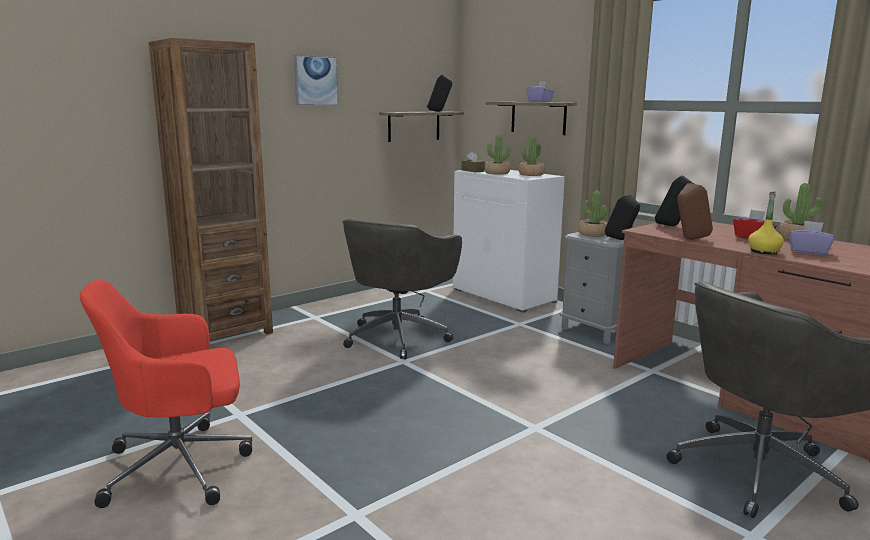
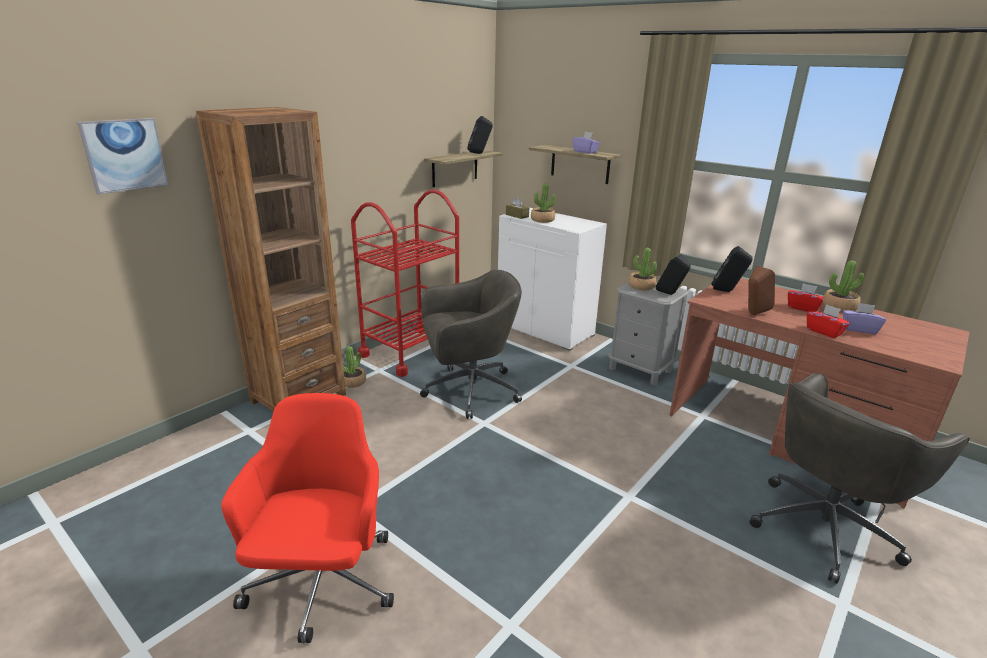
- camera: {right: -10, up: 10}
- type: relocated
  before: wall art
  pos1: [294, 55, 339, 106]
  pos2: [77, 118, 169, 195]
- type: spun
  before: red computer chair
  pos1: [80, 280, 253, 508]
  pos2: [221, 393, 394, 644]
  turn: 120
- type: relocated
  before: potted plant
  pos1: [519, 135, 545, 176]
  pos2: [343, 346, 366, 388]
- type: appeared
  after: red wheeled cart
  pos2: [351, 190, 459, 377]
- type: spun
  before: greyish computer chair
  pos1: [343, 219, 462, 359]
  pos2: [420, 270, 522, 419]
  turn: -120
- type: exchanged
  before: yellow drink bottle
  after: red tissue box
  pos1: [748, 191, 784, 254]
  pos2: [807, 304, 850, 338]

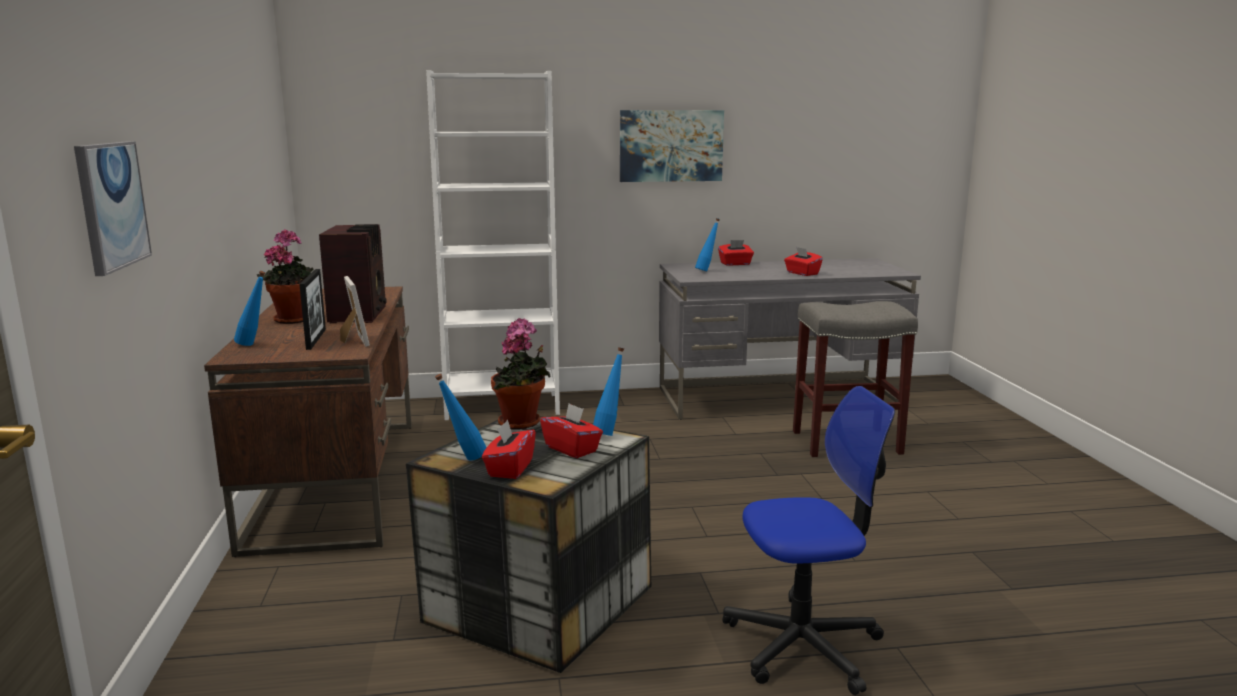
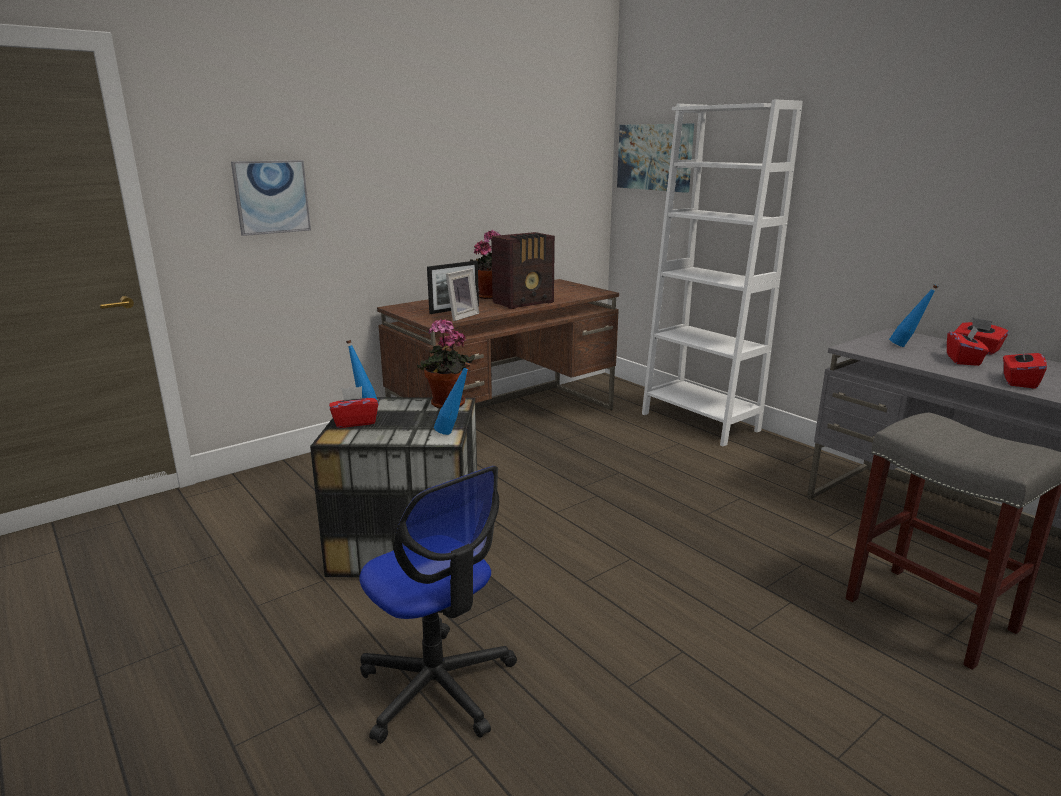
- camera: {right: 60, up: 5}
- type: relocated
  before: wall art
  pos1: [620, 110, 724, 182]
  pos2: [617, 124, 694, 193]
- type: relocated
  before: red tissue box
  pos1: [540, 403, 603, 458]
  pos2: [947, 327, 989, 366]
- type: missing
  before: blue-coloured drink bottle
  pos1: [234, 271, 265, 346]

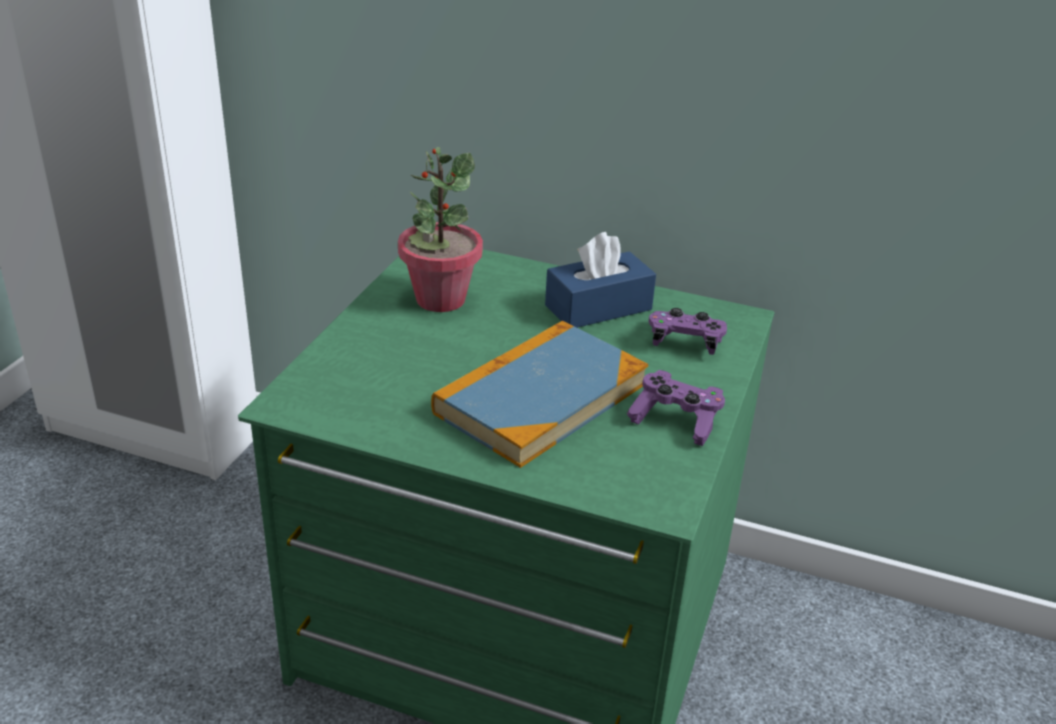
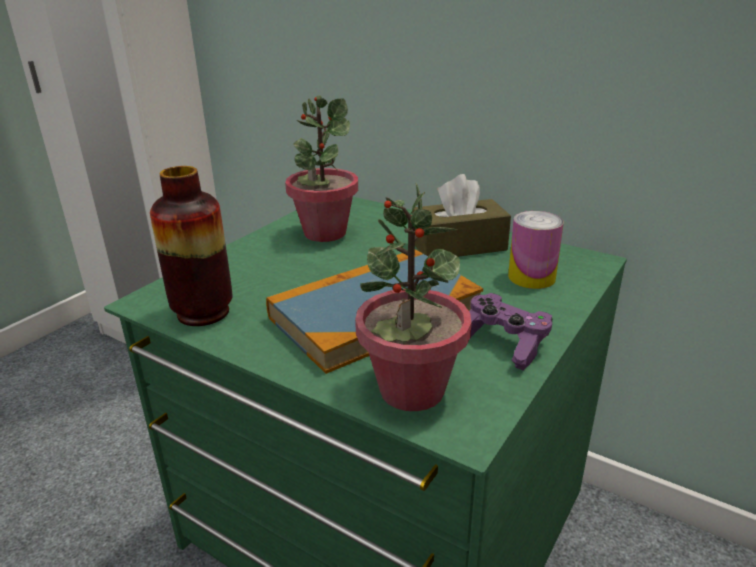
- camera: {right: 15, up: -5}
- type: appeared
  after: decorative vase
  pos2: [150, 166, 233, 326]
- type: appeared
  after: potted plant
  pos2: [355, 183, 471, 411]
- type: colour
  before: blue-coloured tissue box
  after: brownish tissue box
  pos1: [545, 232, 656, 328]
  pos2: [412, 174, 511, 257]
- type: exchanged
  before: purple-coloured game controller
  after: sealed can
  pos1: [648, 308, 727, 355]
  pos2: [508, 211, 564, 289]

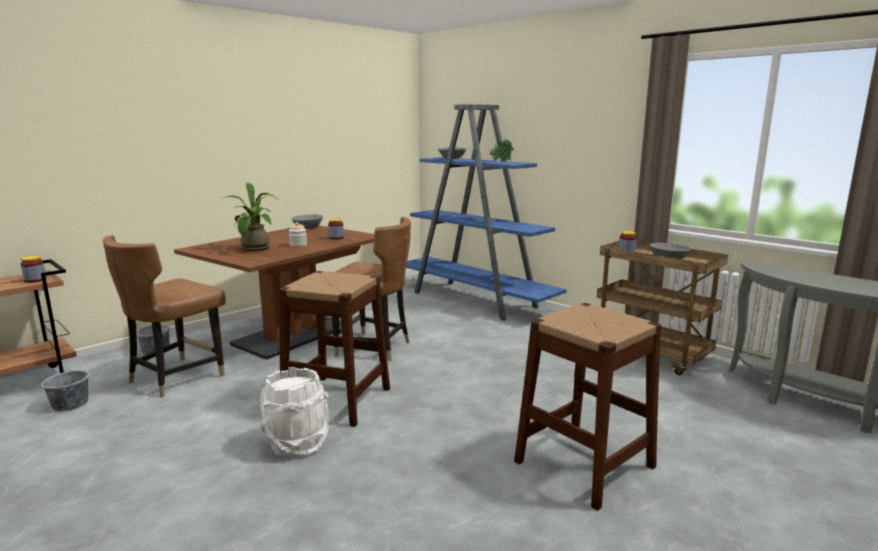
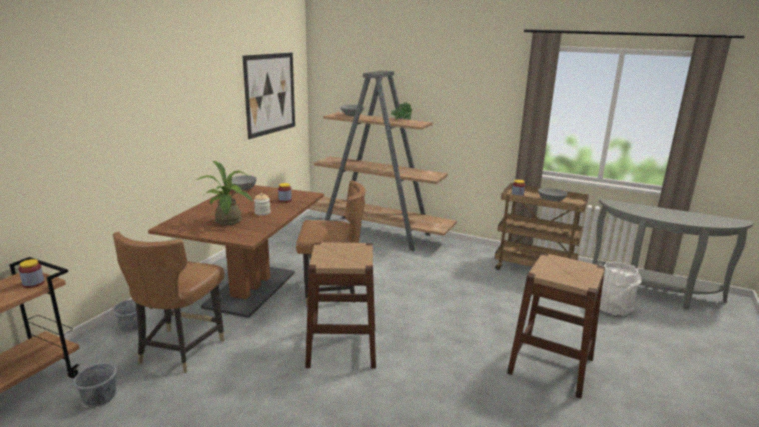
- camera: {right: -20, up: 5}
- type: appeared
  after: wall art
  pos2: [243, 53, 295, 139]
- type: colour
  before: blue-coloured shelving unit
  after: brownish shelving unit
  pos1: [406, 104, 567, 321]
  pos2: [308, 71, 457, 251]
- type: relocated
  before: white pail
  pos1: [260, 367, 329, 458]
  pos2: [600, 261, 642, 316]

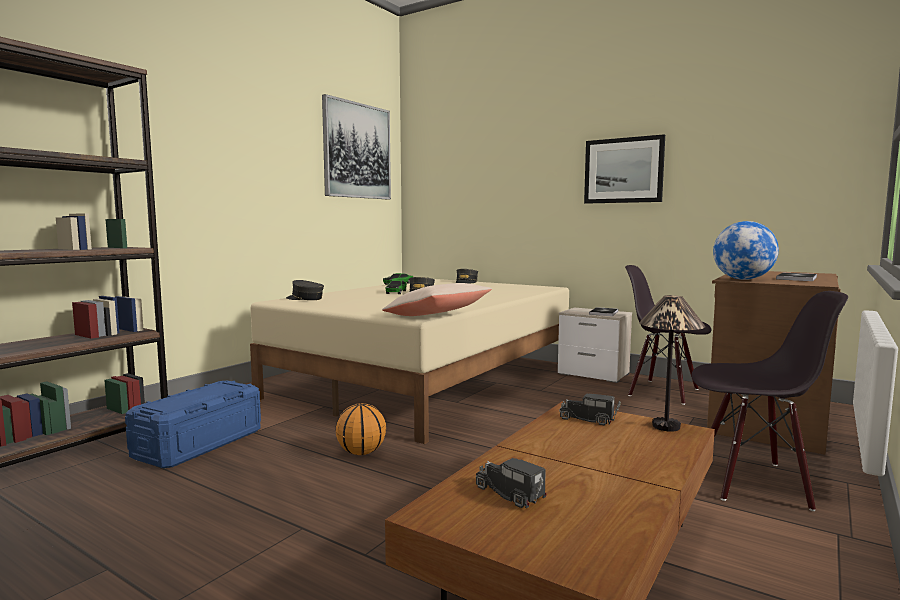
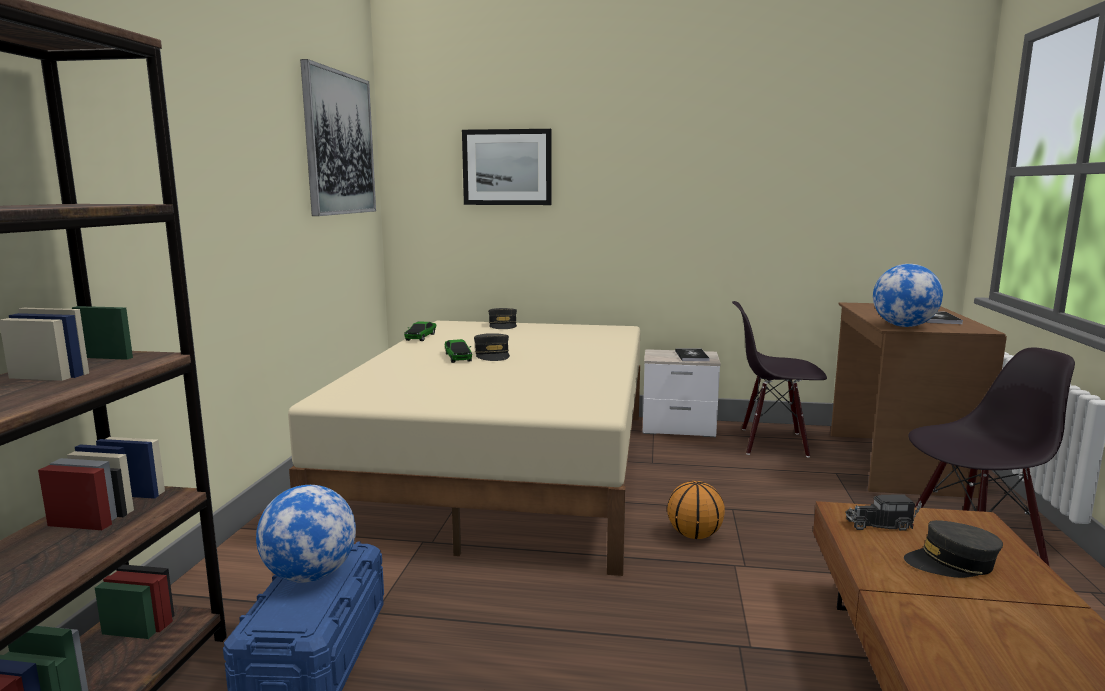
- camera: {right: -25, up: 5}
- type: appeared
  after: desk globe
  pos2: [256, 485, 356, 583]
- type: relocated
  before: wall art
  pos1: [584, 134, 665, 204]
  pos2: [462, 129, 552, 205]
- type: relocated
  before: ball for basketball
  pos1: [336, 403, 386, 455]
  pos2: [667, 481, 725, 539]
- type: relocated
  before: greyish baseball cap
  pos1: [286, 280, 324, 300]
  pos2: [904, 520, 1003, 578]
- type: missing
  before: sand-coloured throw pillow
  pos1: [382, 283, 492, 316]
- type: missing
  before: model truck
  pos1: [475, 458, 547, 509]
- type: missing
  before: lamp for a table
  pos1: [639, 295, 705, 432]

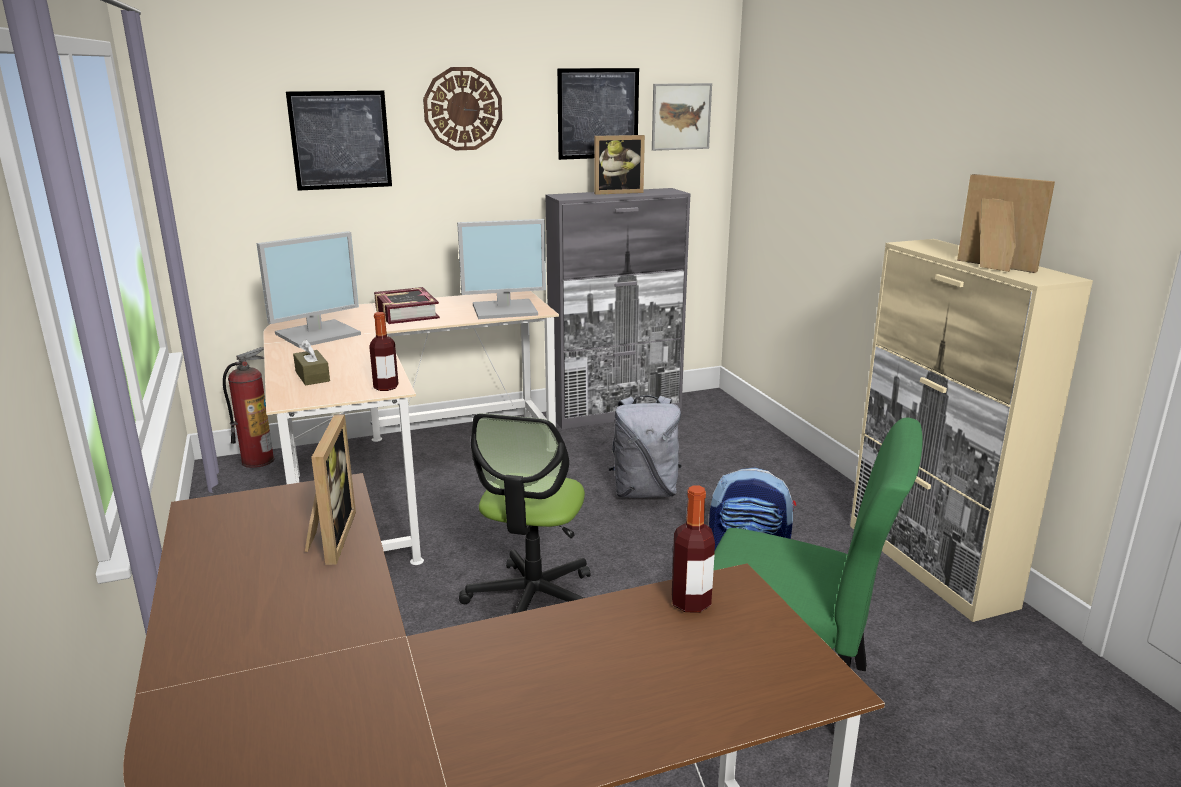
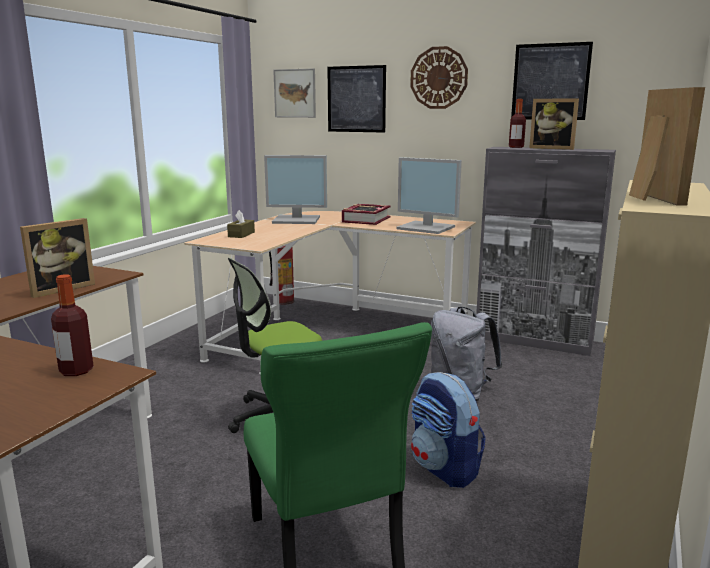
- camera: {right: 45, up: -5}
- type: relocated
  before: wall art
  pos1: [652, 83, 712, 151]
  pos2: [273, 68, 316, 118]
- type: relocated
  before: drink bottle
  pos1: [369, 312, 399, 391]
  pos2: [509, 99, 526, 148]

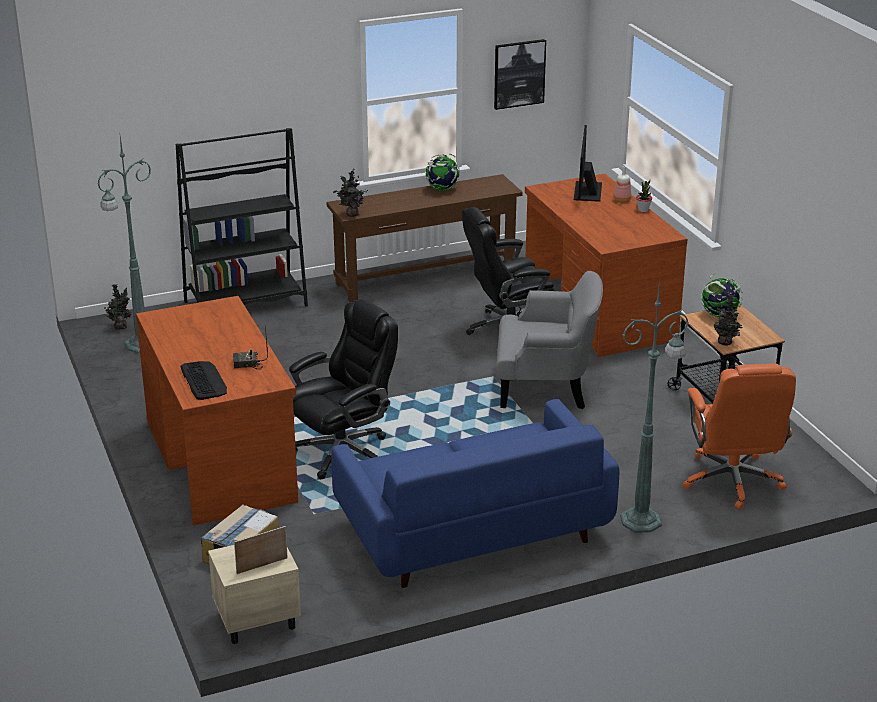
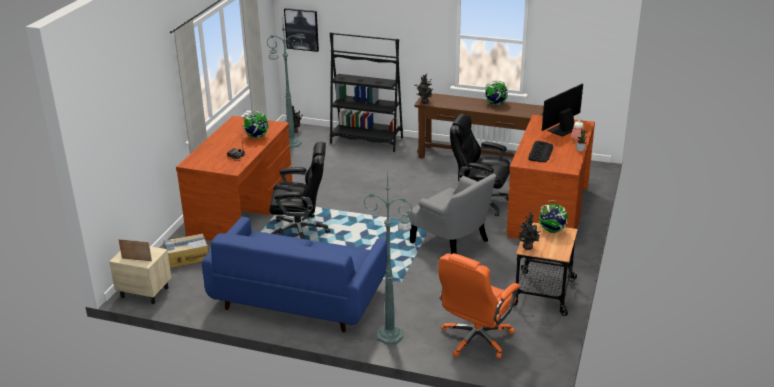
- camera: {right: 40, up: 0}
- type: appeared
  after: desk globe
  pos2: [242, 111, 269, 138]
- type: relocated
  before: wall art
  pos1: [494, 39, 546, 110]
  pos2: [284, 8, 319, 52]
- type: relocated
  before: keyboard
  pos1: [180, 361, 227, 400]
  pos2: [528, 141, 553, 162]

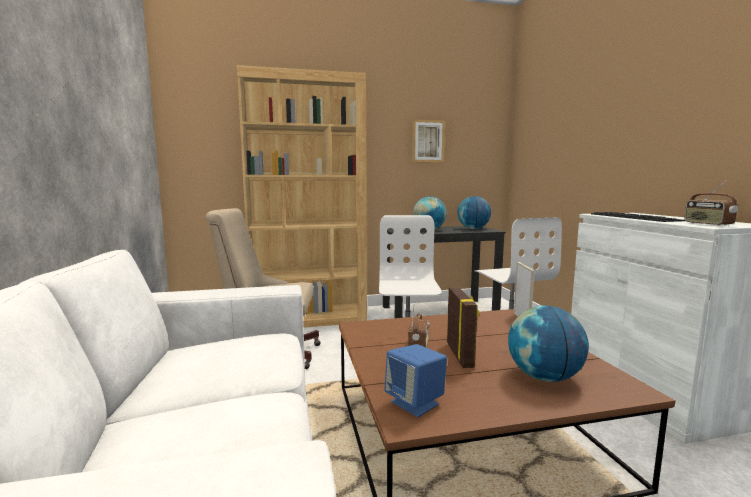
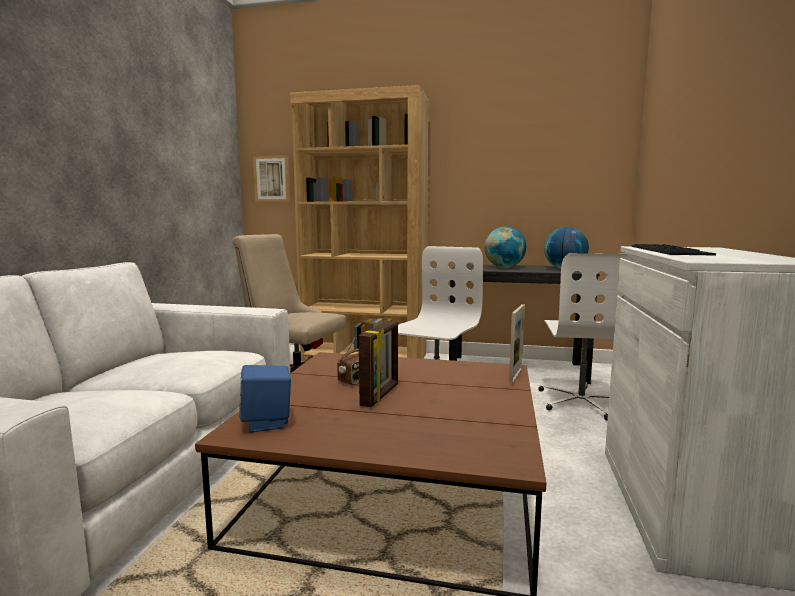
- camera: {right: 25, up: 0}
- type: relocated
  before: wall art
  pos1: [412, 119, 445, 162]
  pos2: [253, 155, 290, 202]
- type: missing
  before: desk globe
  pos1: [508, 306, 589, 382]
- type: missing
  before: radio
  pos1: [684, 180, 738, 226]

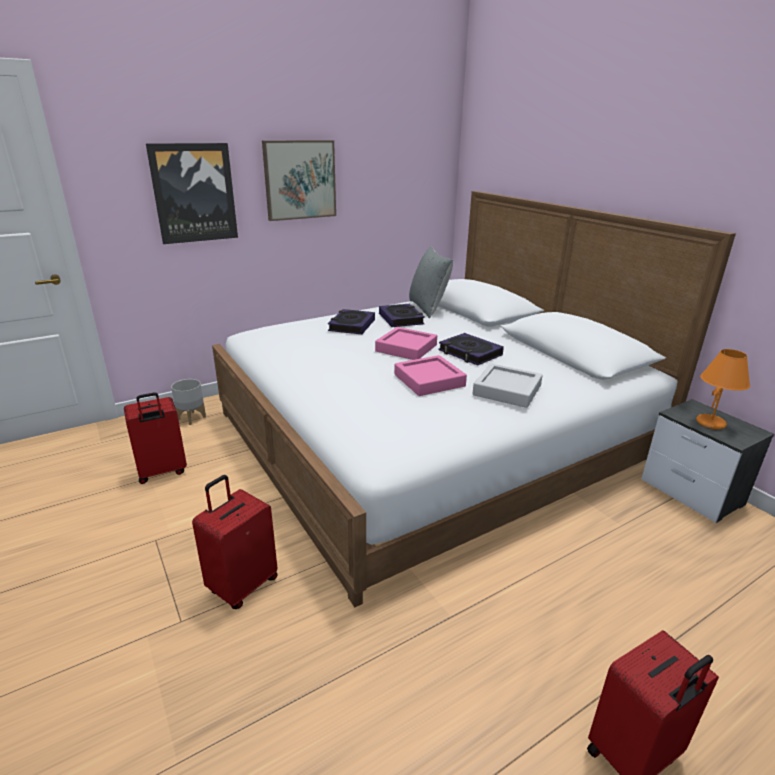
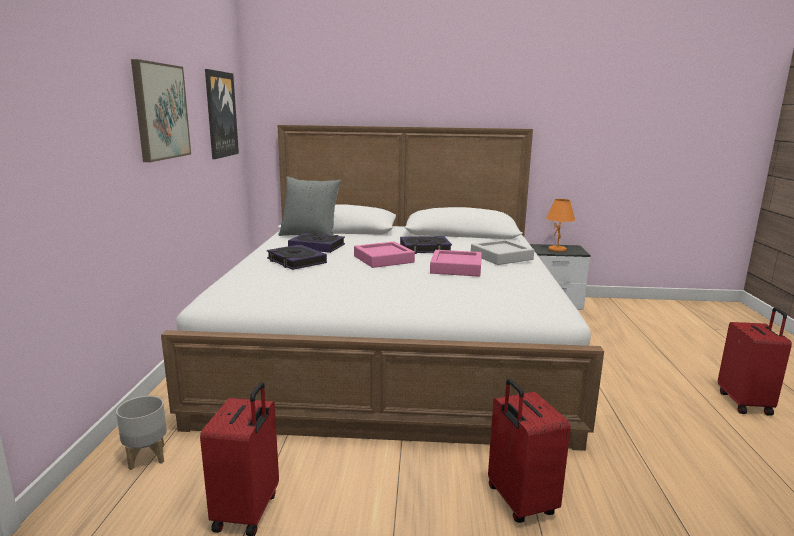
- camera: {right: -55, up: -10}
- type: relocated
  before: wall art
  pos1: [146, 143, 238, 244]
  pos2: [205, 69, 239, 159]

